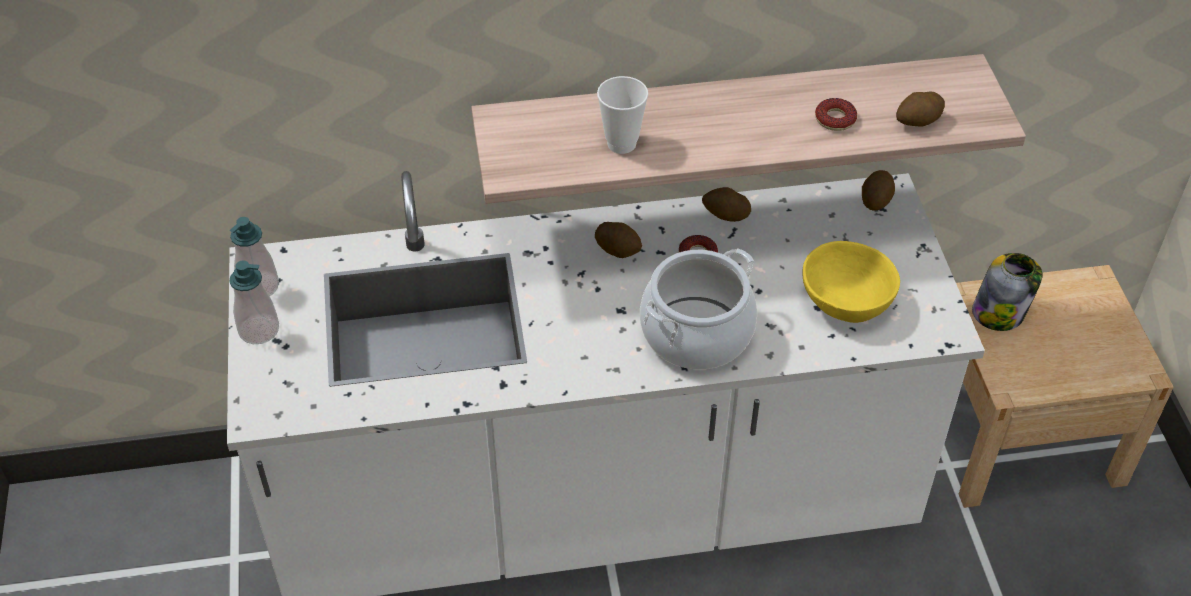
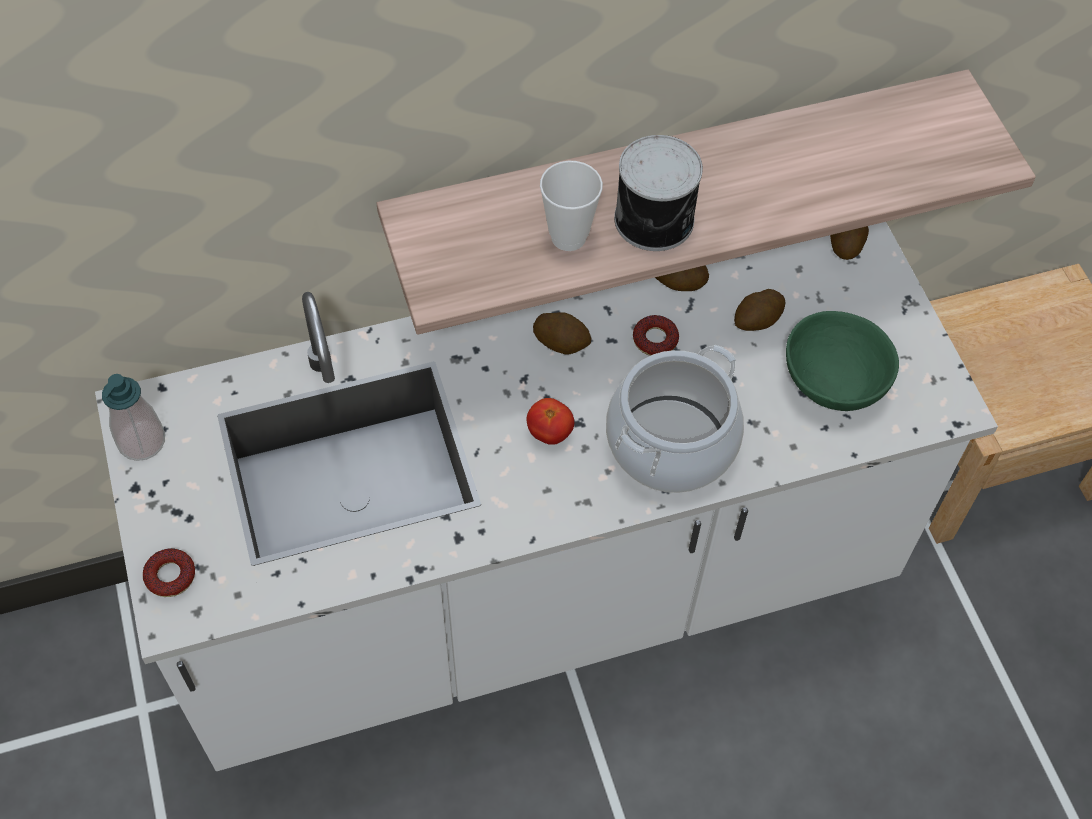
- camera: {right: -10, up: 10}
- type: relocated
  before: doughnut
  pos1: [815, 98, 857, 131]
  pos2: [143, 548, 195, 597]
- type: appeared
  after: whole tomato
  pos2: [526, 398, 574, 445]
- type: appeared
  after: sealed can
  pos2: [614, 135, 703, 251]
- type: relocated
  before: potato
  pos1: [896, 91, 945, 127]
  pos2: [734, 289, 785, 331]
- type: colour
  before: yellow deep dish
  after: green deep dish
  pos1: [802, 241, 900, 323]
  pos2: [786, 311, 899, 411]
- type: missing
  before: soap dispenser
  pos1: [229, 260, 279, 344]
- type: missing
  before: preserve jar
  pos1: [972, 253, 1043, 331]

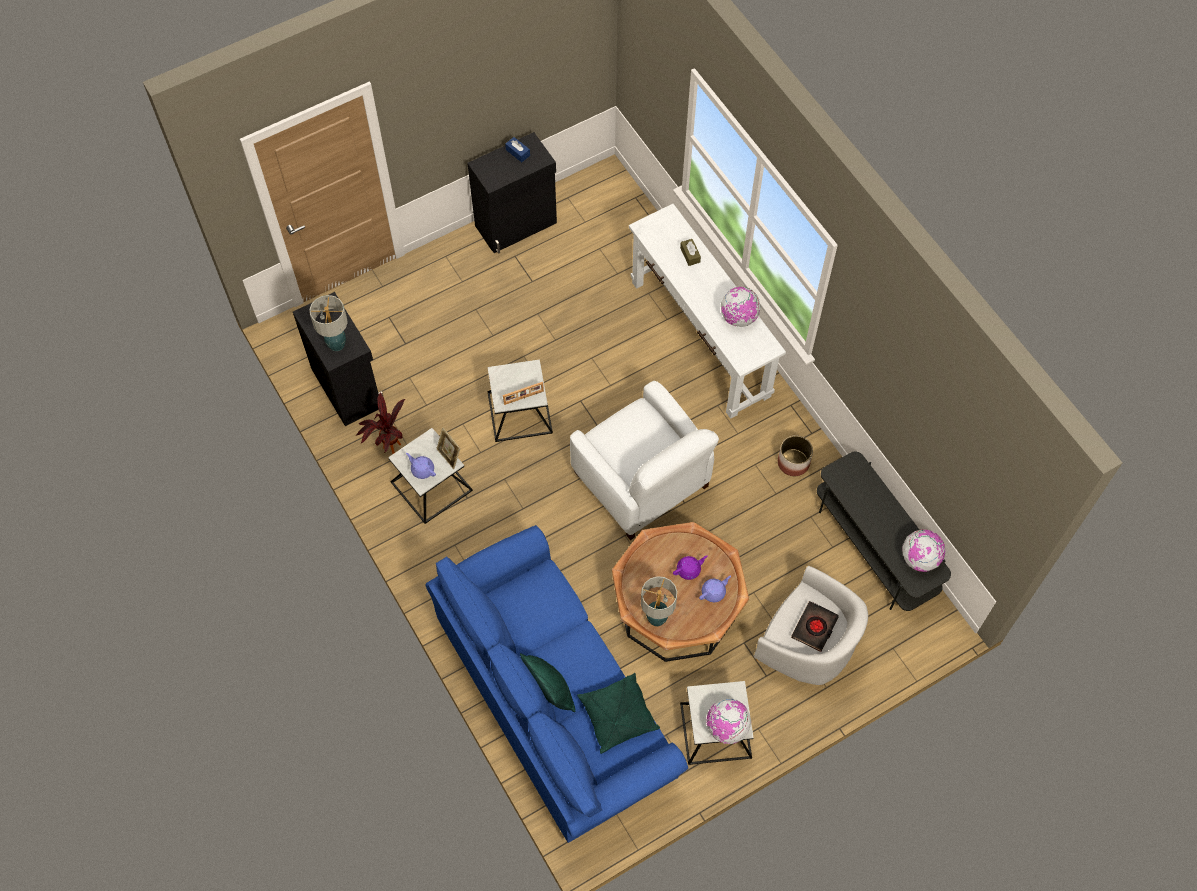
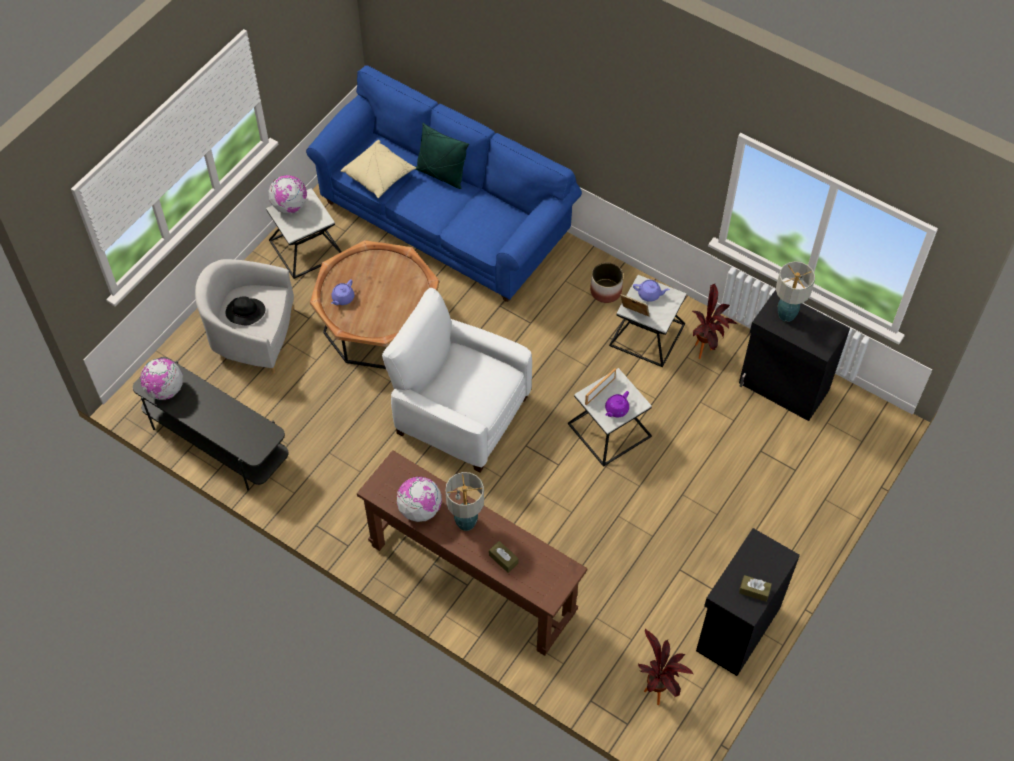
- camera: {right: 155, up: -5}
- type: exchanged
  before: black-coloured bound book
  after: black-coloured wearable hat
  pos1: [791, 601, 839, 652]
  pos2: [225, 296, 266, 325]
- type: colour
  before: green throw pillow
  after: sand-coloured throw pillow
  pos1: [577, 673, 660, 754]
  pos2: [341, 140, 416, 198]
- type: colour
  before: white console table
  after: brownish console table
  pos1: [629, 204, 786, 419]
  pos2: [357, 450, 587, 656]
- type: relocated
  before: lamp for a table
  pos1: [641, 576, 677, 626]
  pos2: [445, 472, 484, 531]
- type: relocated
  before: plant pot
  pos1: [778, 435, 813, 476]
  pos2: [590, 262, 623, 303]
- type: relocated
  before: purple-coloured pot for tea
  pos1: [673, 556, 708, 580]
  pos2: [605, 391, 629, 417]
- type: appeared
  after: potted plant
  pos2: [638, 628, 694, 705]
- type: colour
  before: blue-coloured tissue box
  after: brownish tissue box
  pos1: [505, 137, 530, 162]
  pos2: [739, 575, 772, 602]

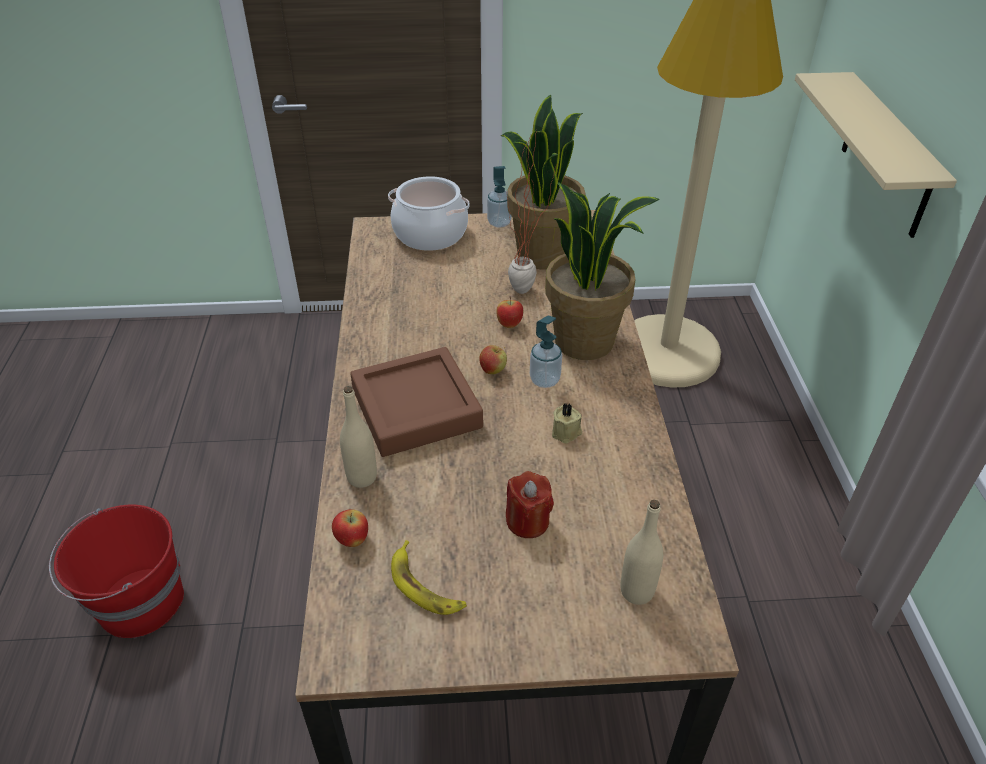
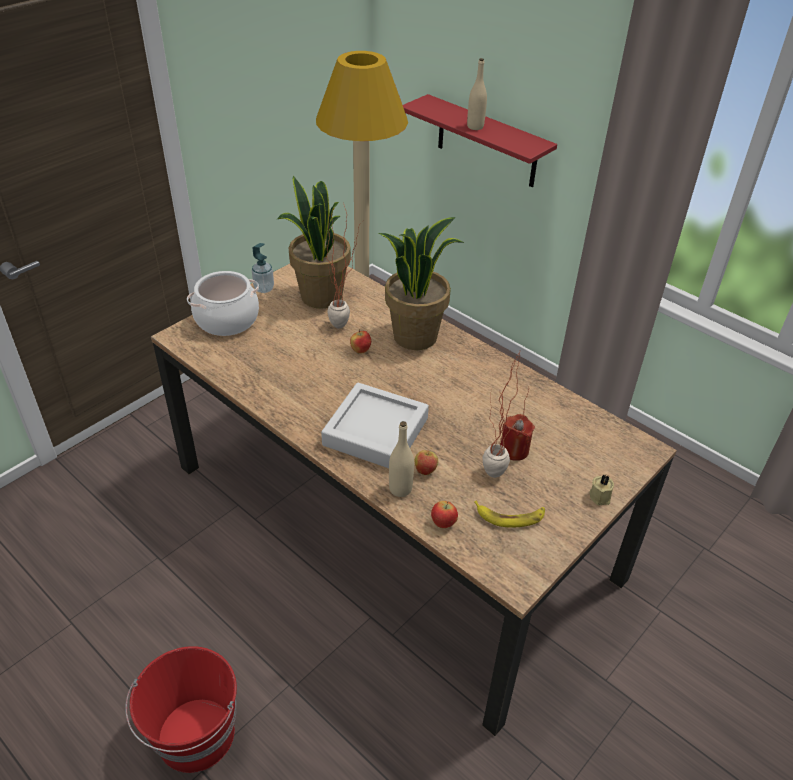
- camera: {right: -45, up: 0}
- type: colour
  before: brownish tray
  after: greyish tray
  pos1: [350, 347, 483, 457]
  pos2: [321, 382, 429, 468]
- type: colour
  before: sand-coloured wall shelf
  after: red wall shelf
  pos1: [795, 72, 957, 238]
  pos2: [403, 94, 557, 187]
- type: relocated
  before: whole apple
  pos1: [479, 345, 507, 374]
  pos2: [414, 448, 438, 475]
- type: relocated
  before: sand-coloured drink bottle
  pos1: [621, 500, 663, 605]
  pos2: [467, 58, 487, 130]
- type: appeared
  after: potted plant
  pos2: [482, 352, 529, 478]
- type: relocated
  before: sand-coloured wax candle
  pos1: [552, 404, 582, 444]
  pos2: [590, 474, 614, 505]
- type: missing
  before: soap dispenser
  pos1: [530, 316, 562, 388]

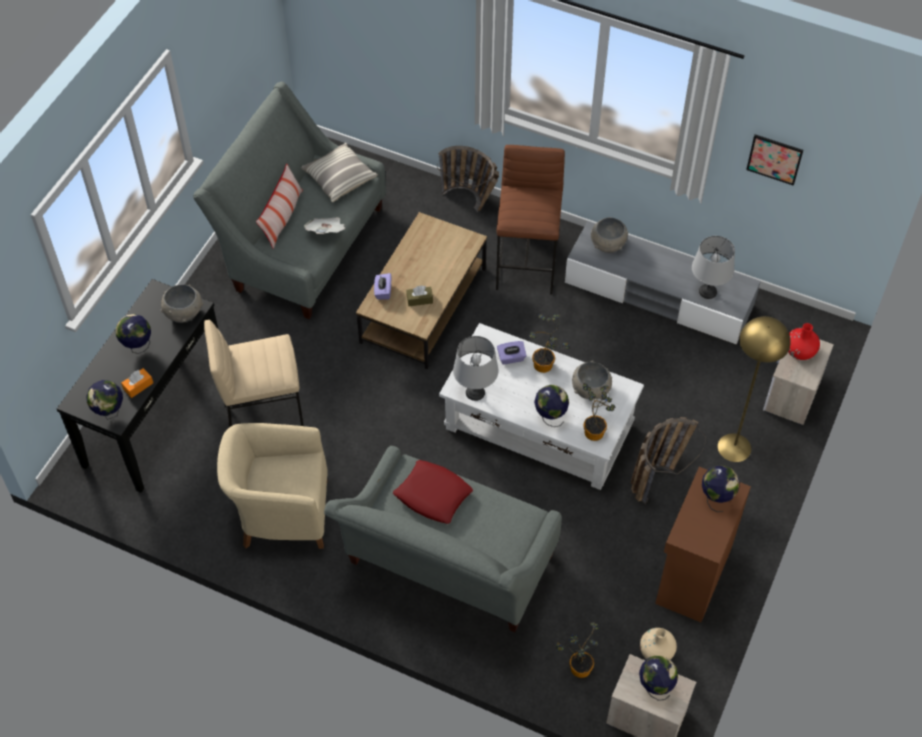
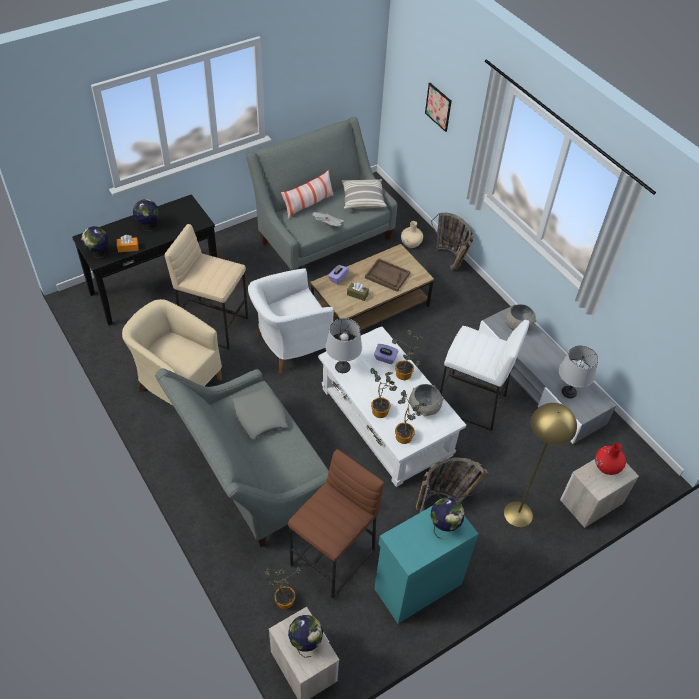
- camera: {right: 30, up: -5}
- type: colour
  before: red throw pillow
  after: greyish throw pillow
  pos1: [393, 460, 473, 524]
  pos2: [233, 388, 287, 439]
- type: appeared
  after: white easy chair
  pos2: [248, 268, 334, 374]
- type: relocated
  before: brownish sitting stool
  pos1: [496, 145, 565, 295]
  pos2: [288, 449, 384, 599]
- type: appeared
  after: brownish tray
  pos2: [365, 258, 410, 292]
- type: exchanged
  before: desk globe
  after: potted plant
  pos1: [534, 385, 569, 427]
  pos2: [371, 368, 397, 418]
- type: colour
  before: brownish cabinet
  after: blue-green cabinet
  pos1: [655, 467, 751, 622]
  pos2: [374, 506, 479, 624]
- type: relocated
  before: sand-coloured decorative vase
  pos1: [640, 628, 677, 660]
  pos2: [401, 221, 423, 248]
- type: relocated
  before: wall art
  pos1: [746, 134, 803, 186]
  pos2: [425, 83, 452, 132]
- type: appeared
  after: white sitting stool
  pos2: [440, 320, 529, 431]
- type: missing
  before: greyish deep dish
  pos1: [161, 284, 204, 323]

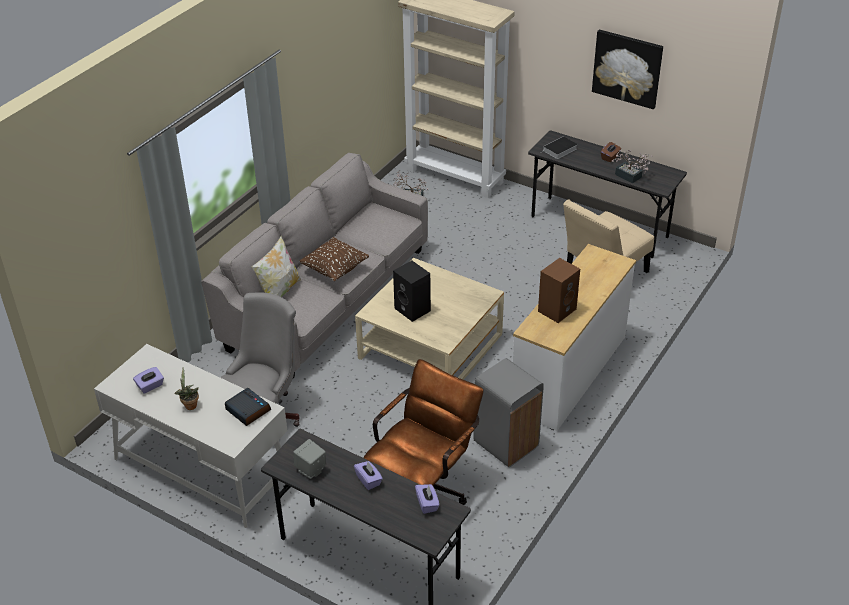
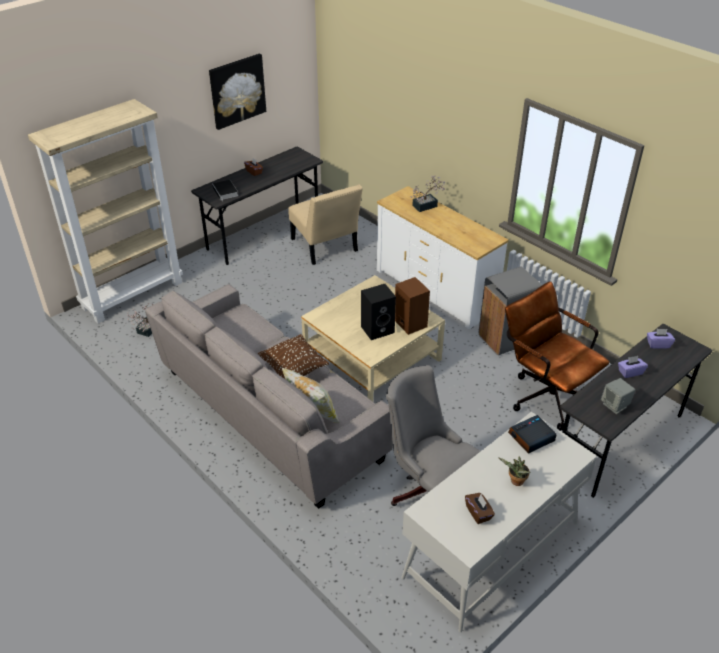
- camera: {right: -75, up: 0}
- type: relocated
  before: brownish audio speaker
  pos1: [538, 258, 580, 323]
  pos2: [395, 277, 430, 335]
- type: relocated
  before: potted plant
  pos1: [612, 150, 652, 183]
  pos2: [411, 176, 445, 212]
- type: colour
  before: purple-coloured tissue box
  after: brownish tissue box
  pos1: [133, 367, 164, 394]
  pos2: [465, 493, 495, 524]

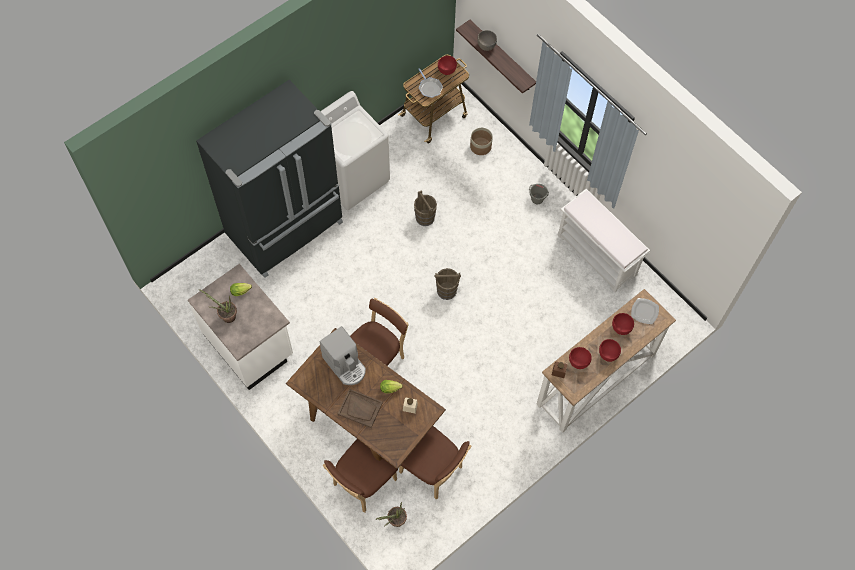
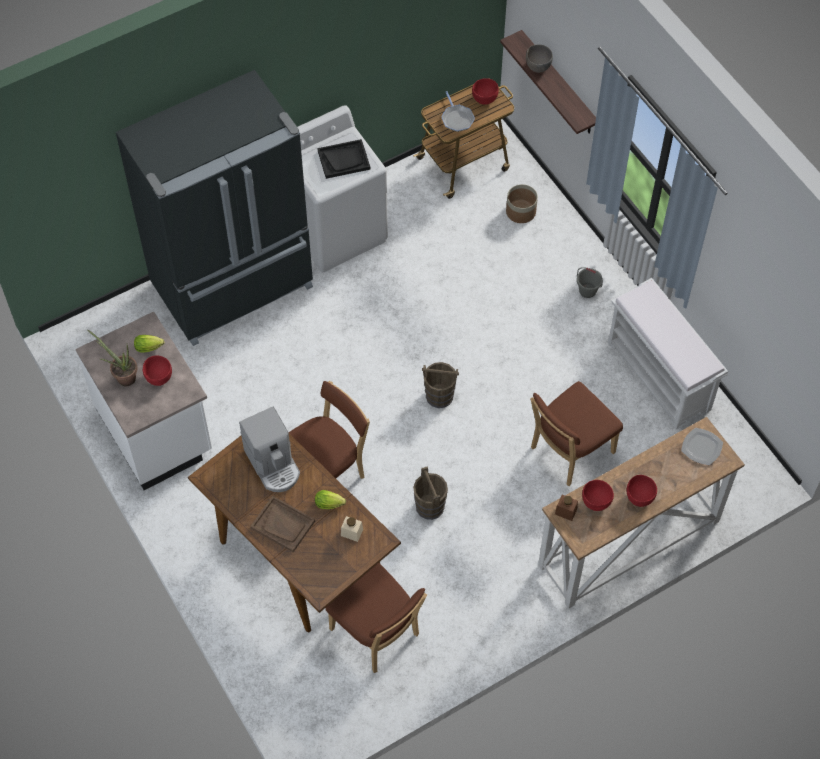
- camera: {right: 10, up: -5}
- type: relocated
  before: red deep dish
  pos1: [612, 313, 634, 335]
  pos2: [143, 356, 172, 386]
- type: appeared
  after: black-coloured tray
  pos2: [317, 139, 370, 179]
- type: relocated
  before: brownish pail
  pos1: [414, 190, 437, 226]
  pos2: [413, 466, 448, 520]
- type: relocated
  before: brownish upright chair
  pos1: [323, 439, 398, 512]
  pos2: [530, 381, 623, 486]
- type: missing
  before: potted plant
  pos1: [375, 502, 407, 527]

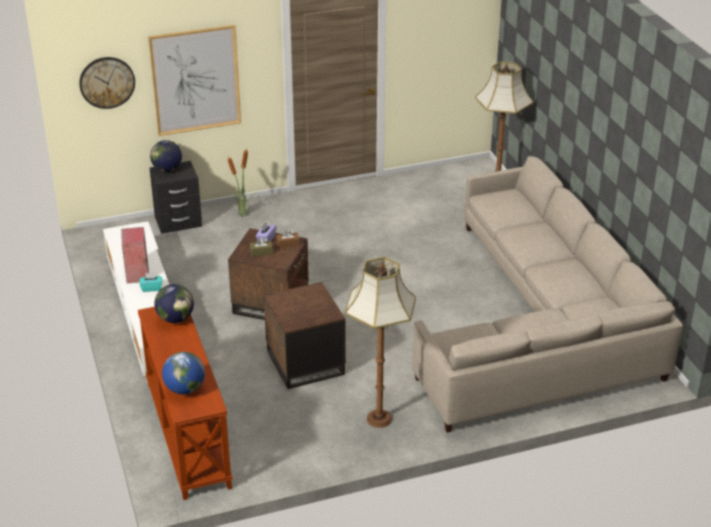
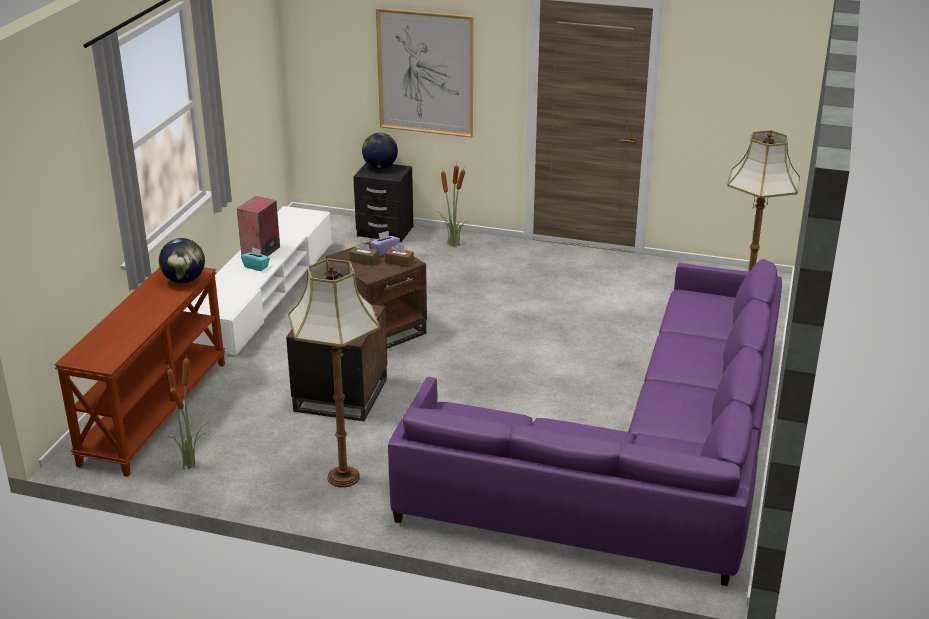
- camera: {right: 35, up: -5}
- type: appeared
  after: potted plant
  pos2: [167, 356, 209, 470]
- type: colour
  before: sand-coloured sofa
  after: purple-coloured sofa
  pos1: [412, 156, 683, 433]
  pos2: [388, 259, 782, 586]
- type: missing
  before: wall clock
  pos1: [79, 57, 135, 109]
- type: missing
  before: desk globe
  pos1: [162, 352, 205, 394]

